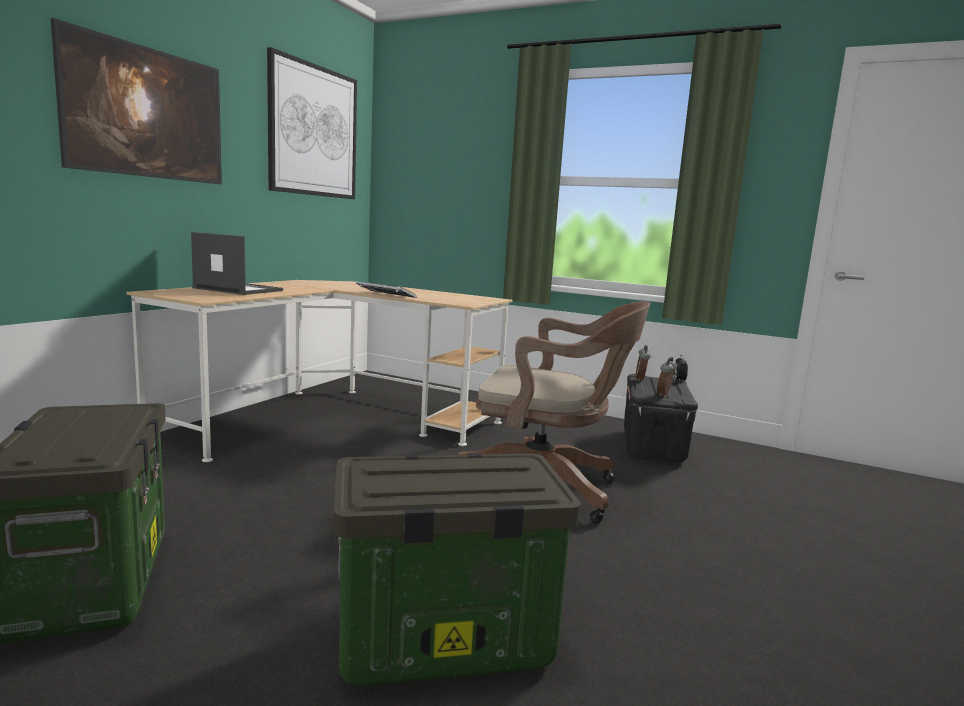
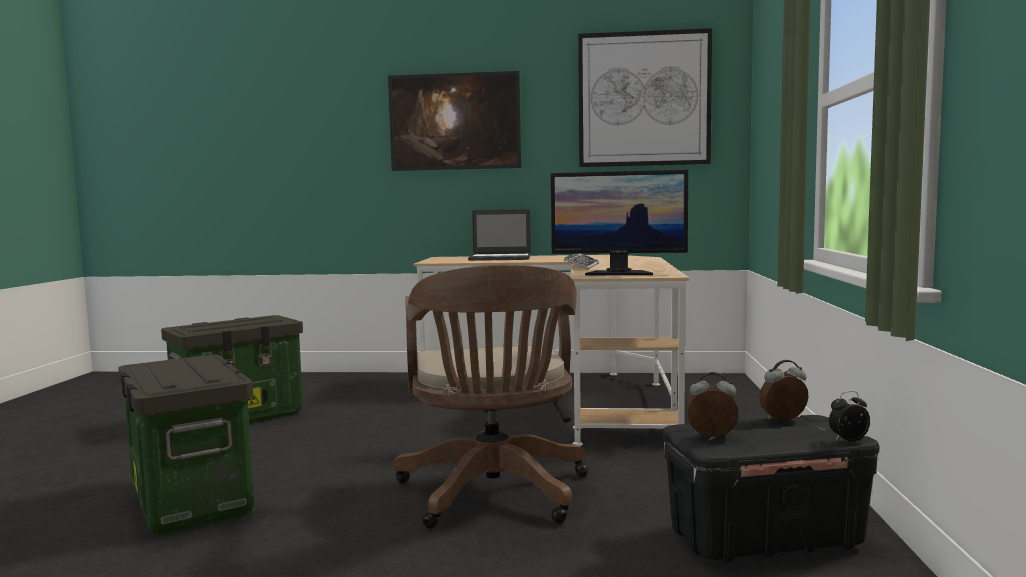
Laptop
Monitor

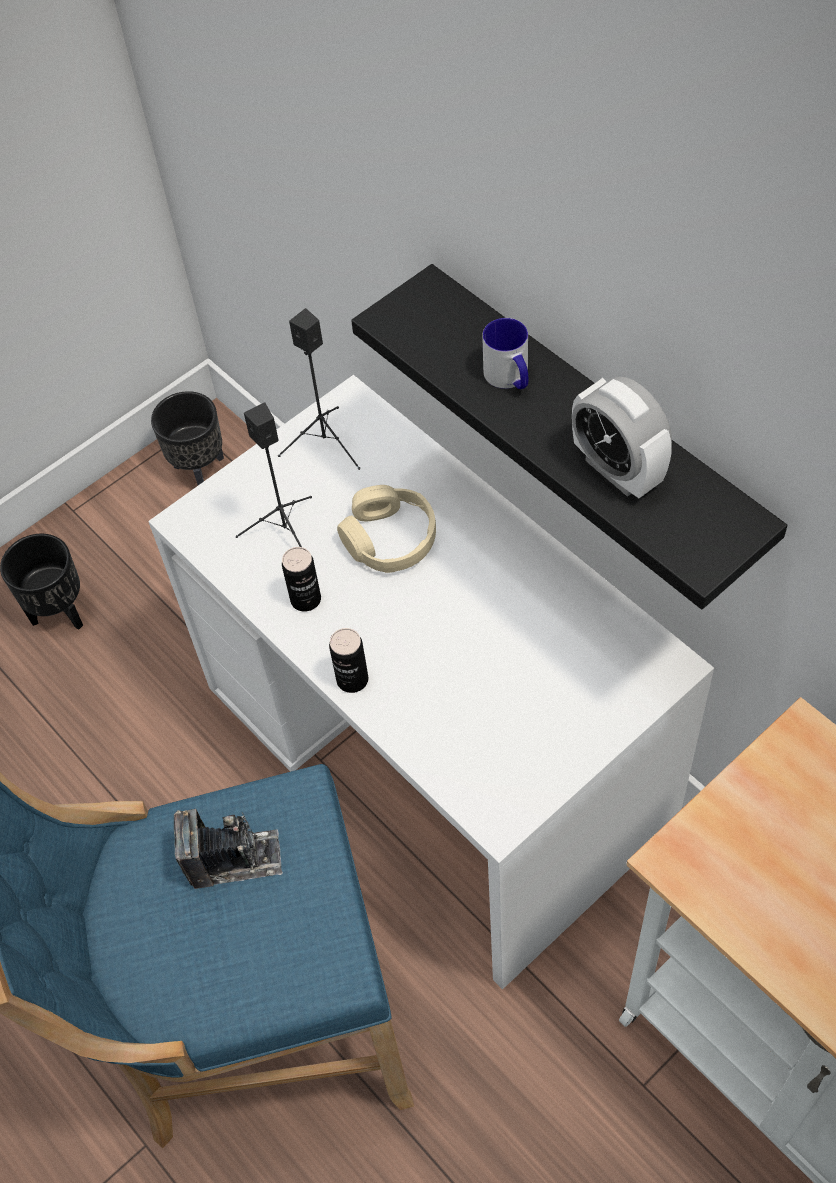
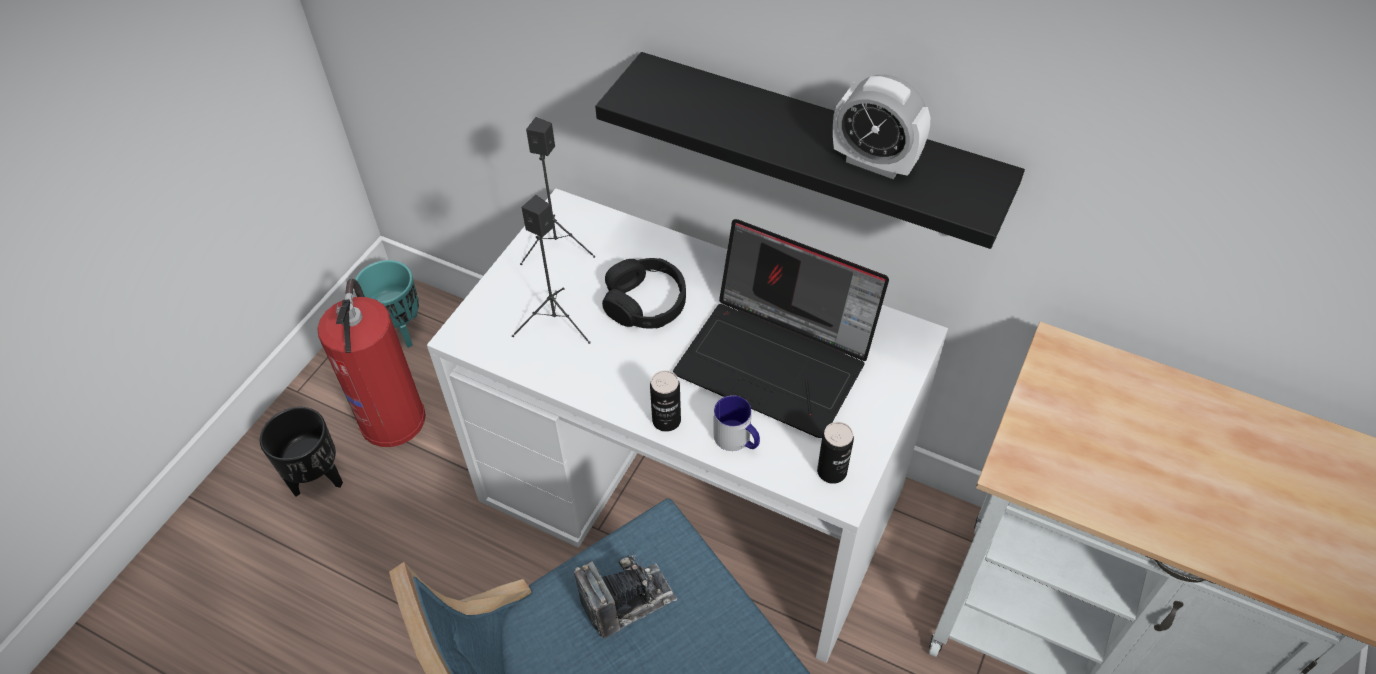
Pflanzkübel/türkis
Dose (no. 2 from left)
Kopfhörer/schwarz
Henkelbecher
Feuerlöscher
Laptop

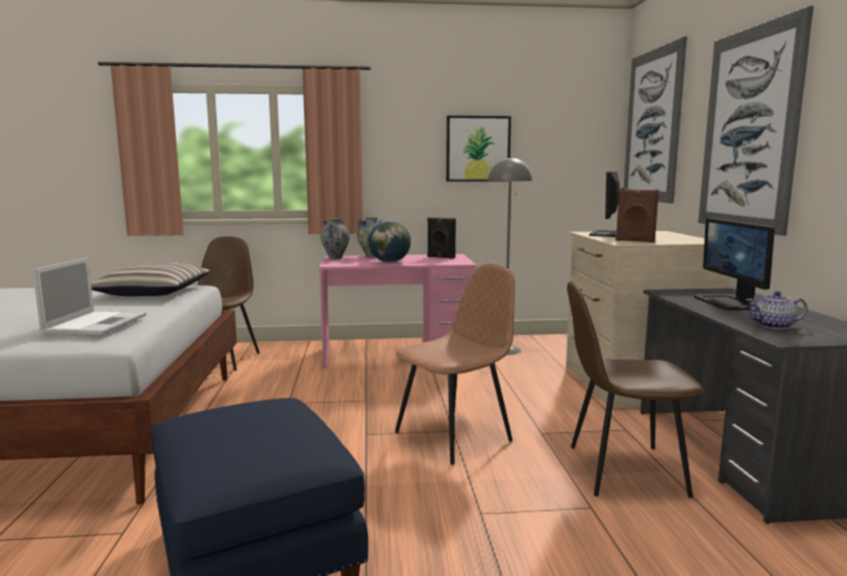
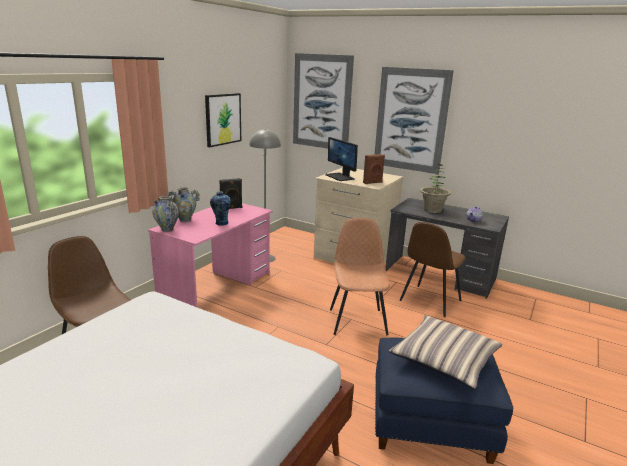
Laptop
Kissen
Vase (no. 3 from left)
Topfpflanze

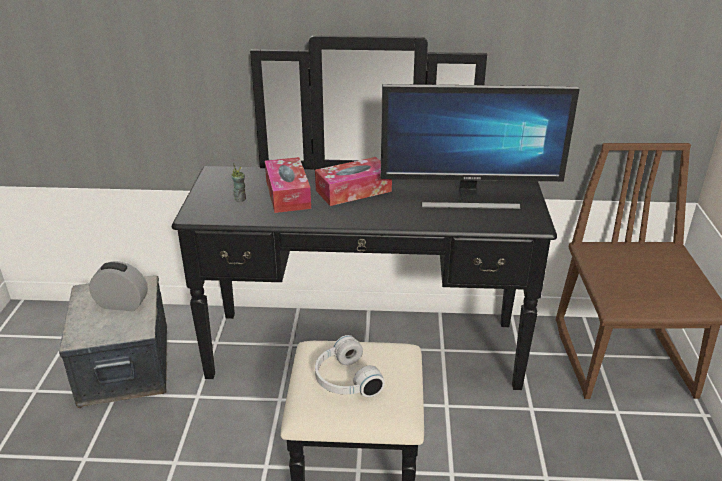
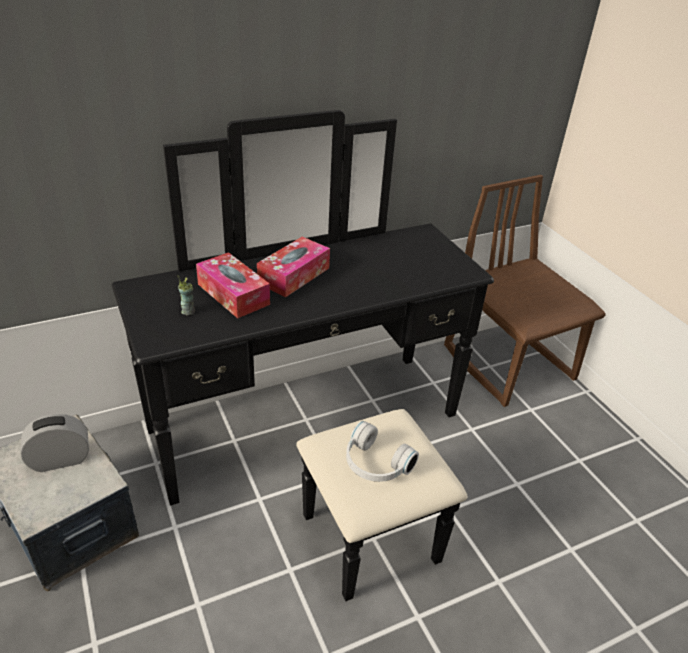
Monitor

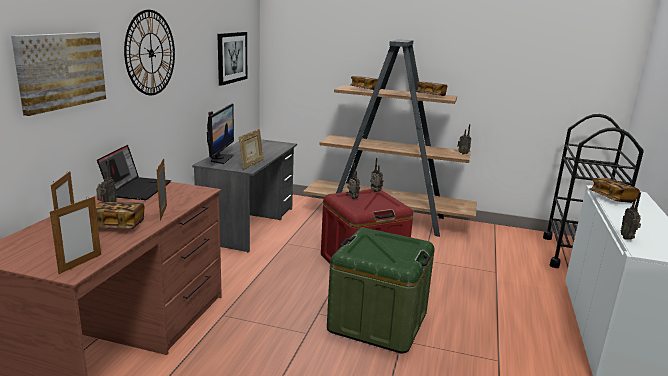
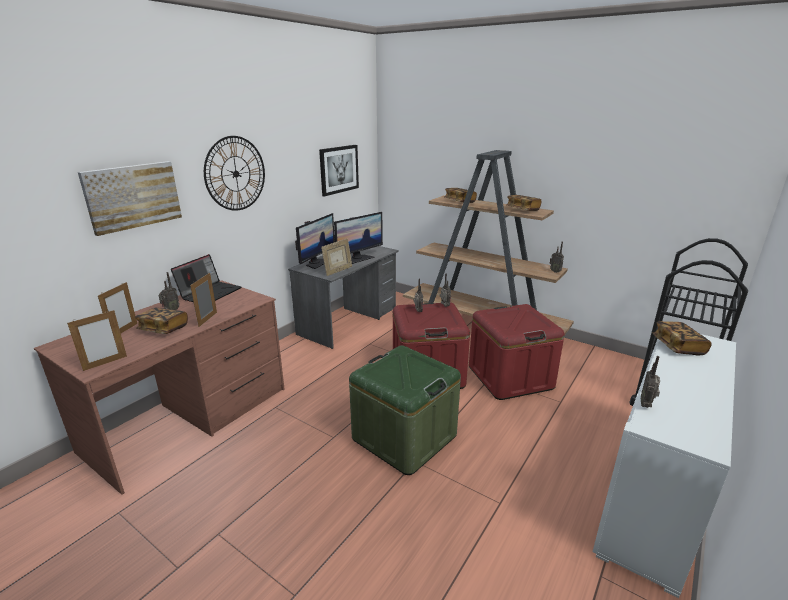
Monitor (no. 2 from left)
Aufbewahrungsbox/rot (no. 2 from left)

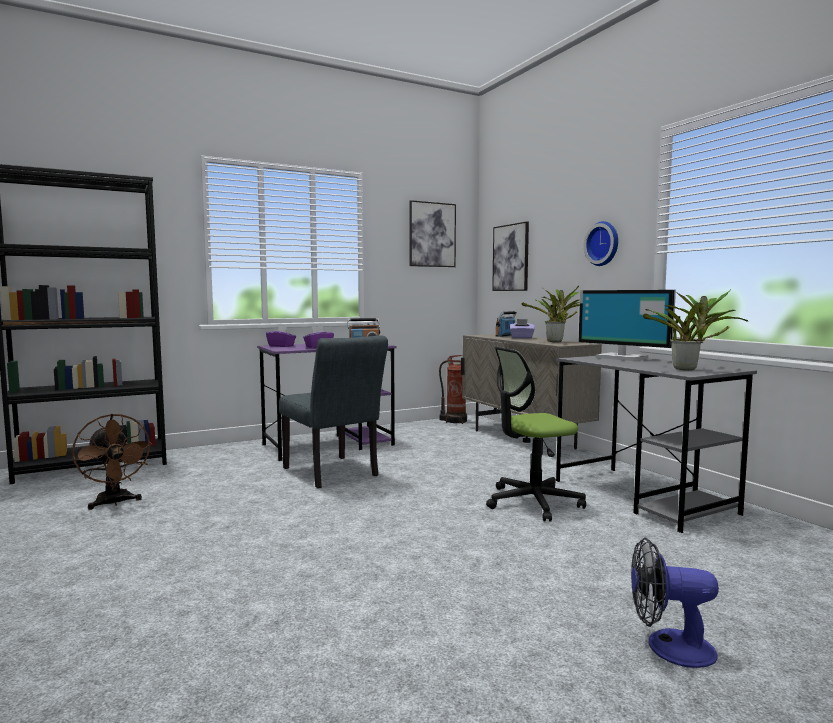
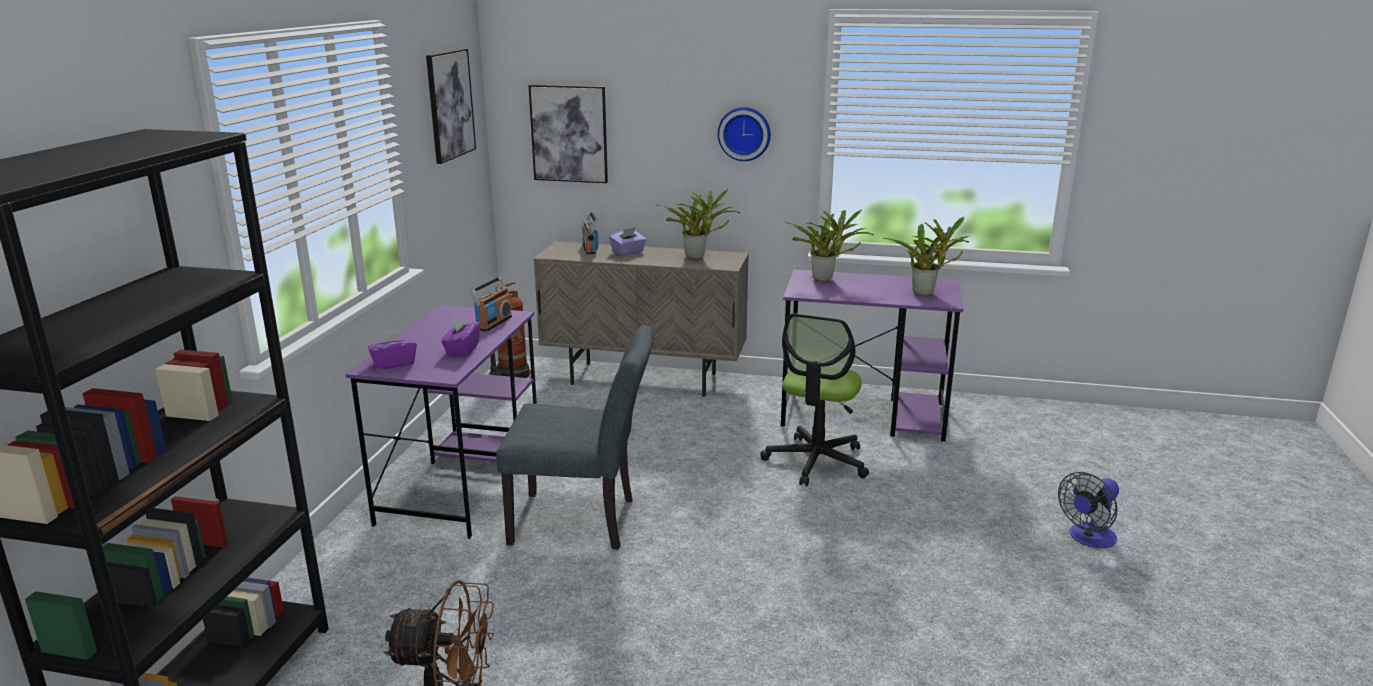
Schreibtisch/lila (no. 2 from left)
Topfpflanze (no. 2 from left)

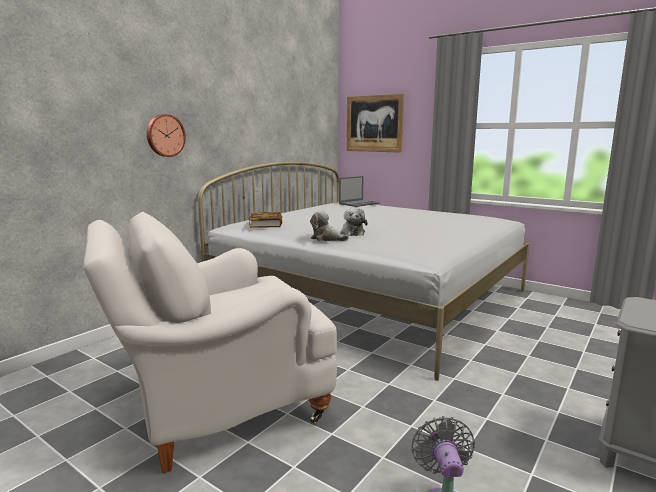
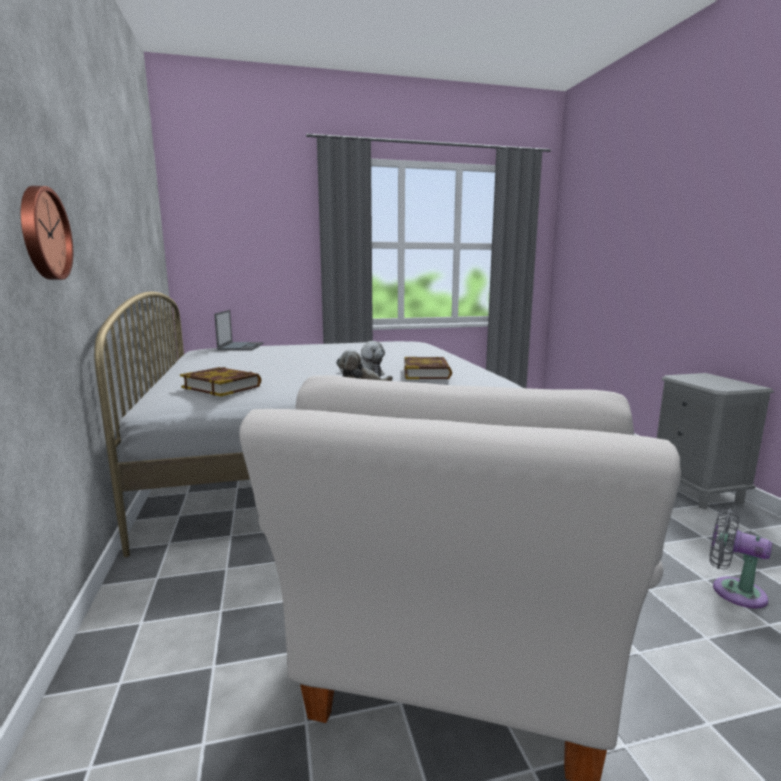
Bild
Buch (no. 2 from left)

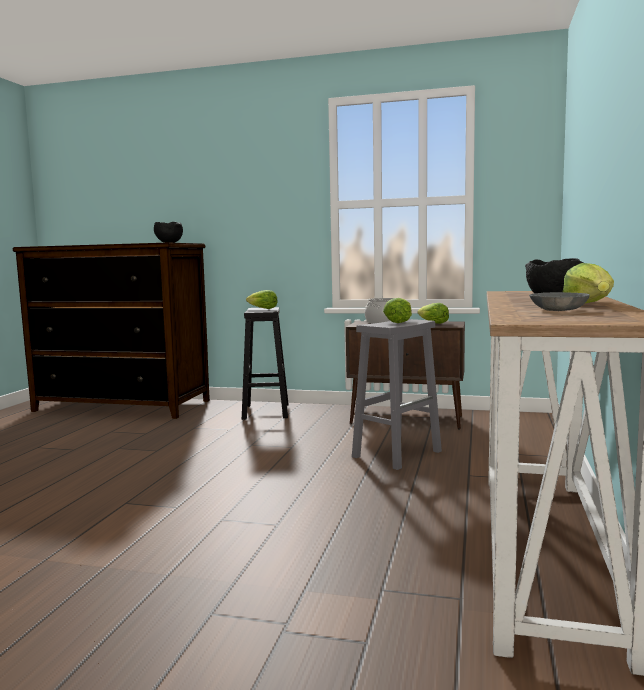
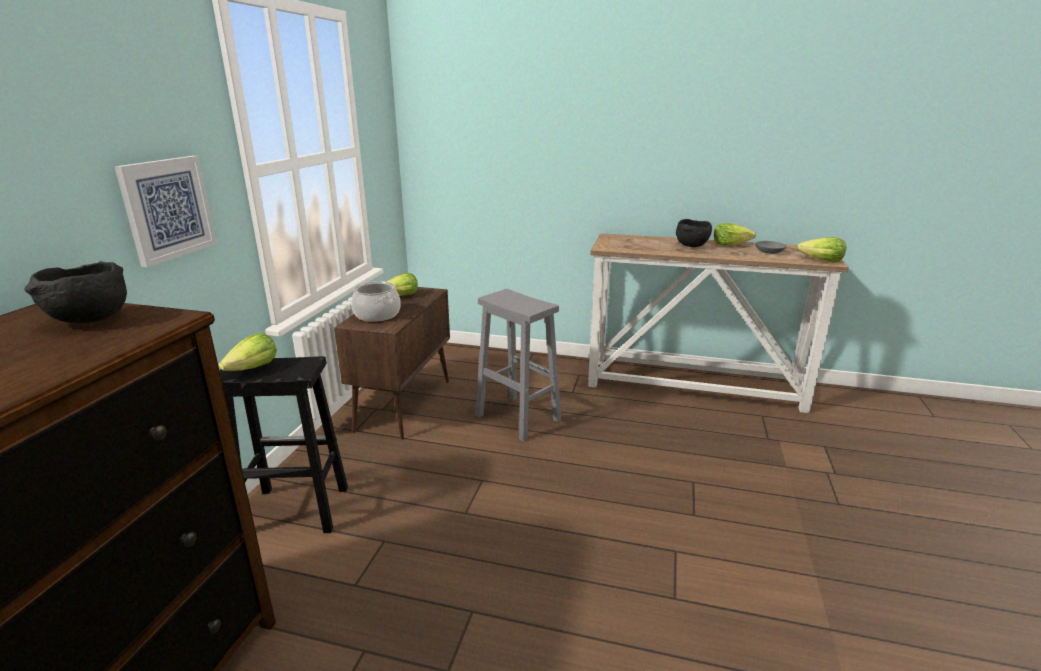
Salatkopf (no. 4 from left)
Bild

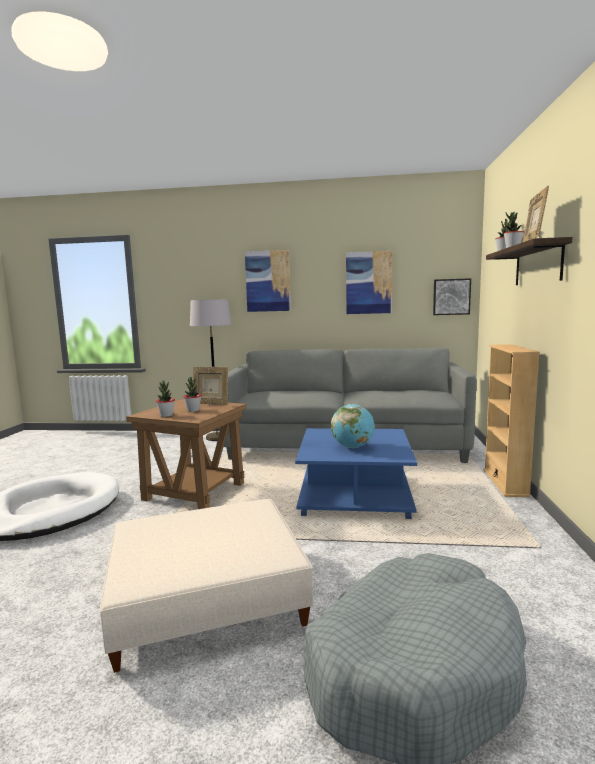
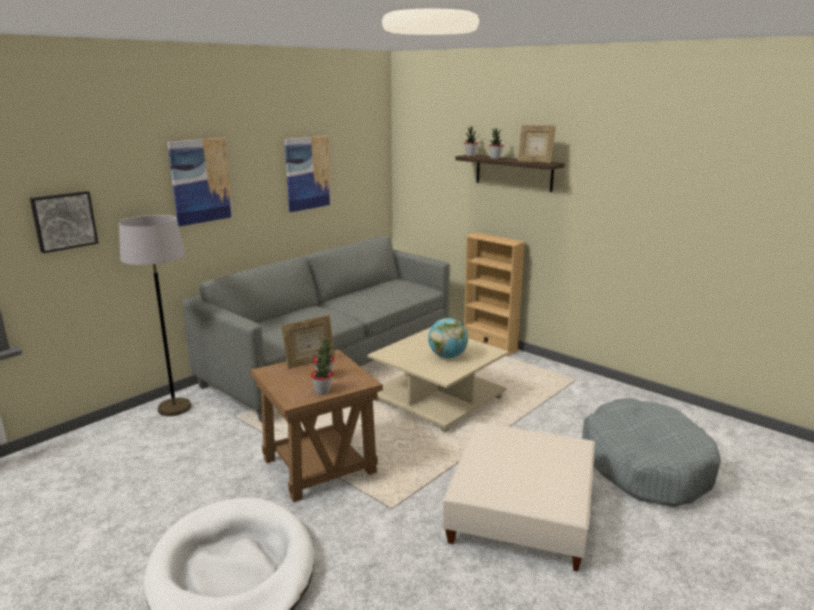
Couchtisch/beige
Bild (no. 1 from left)

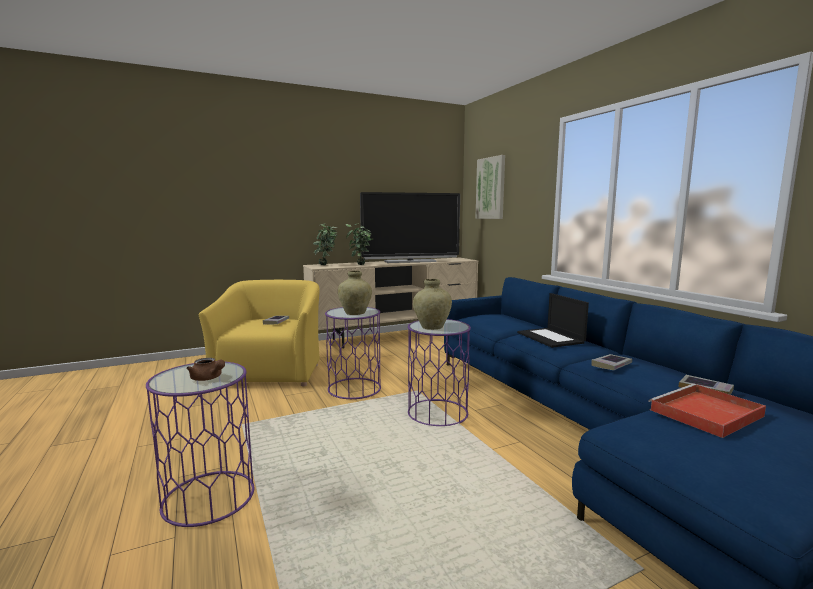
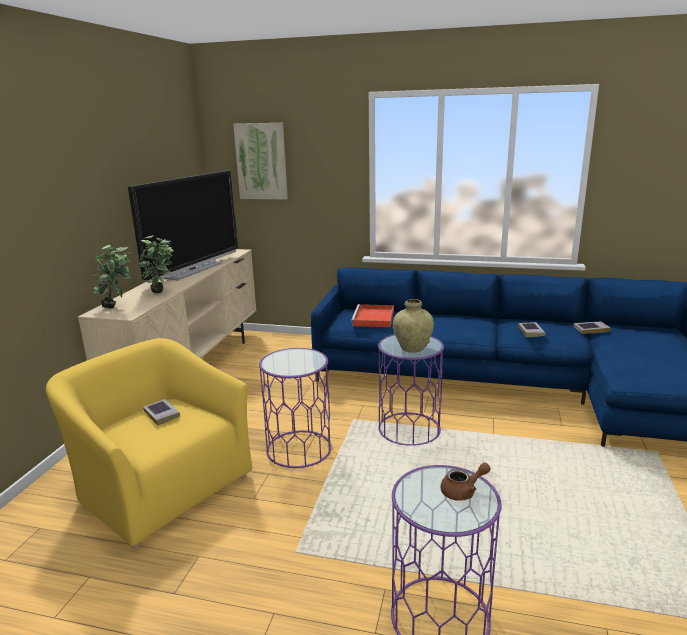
Vase/beige (no. 1 from left in the first image)
Laptop
Tablett/rot

